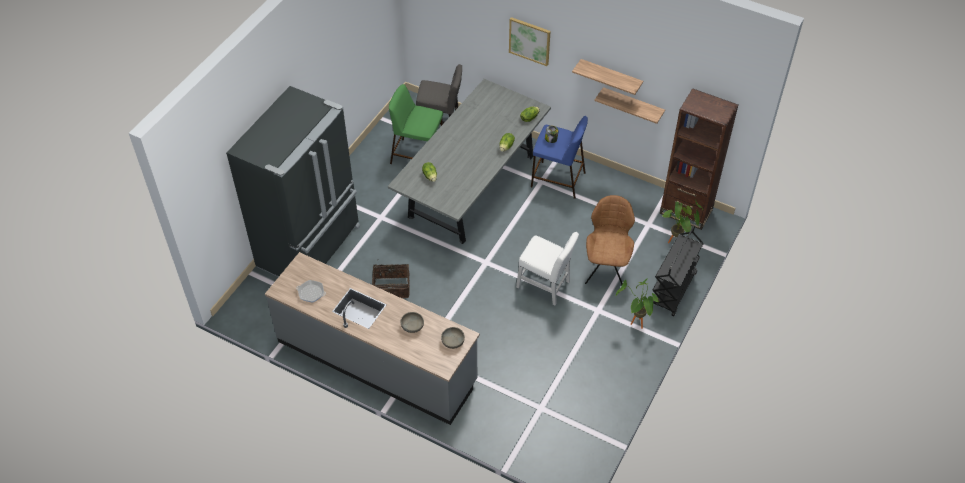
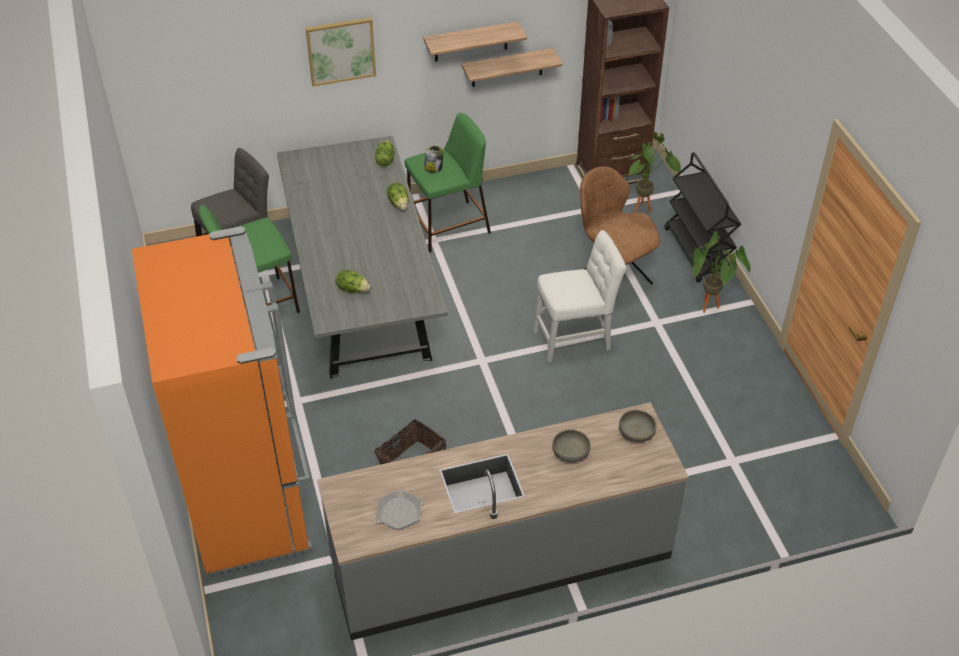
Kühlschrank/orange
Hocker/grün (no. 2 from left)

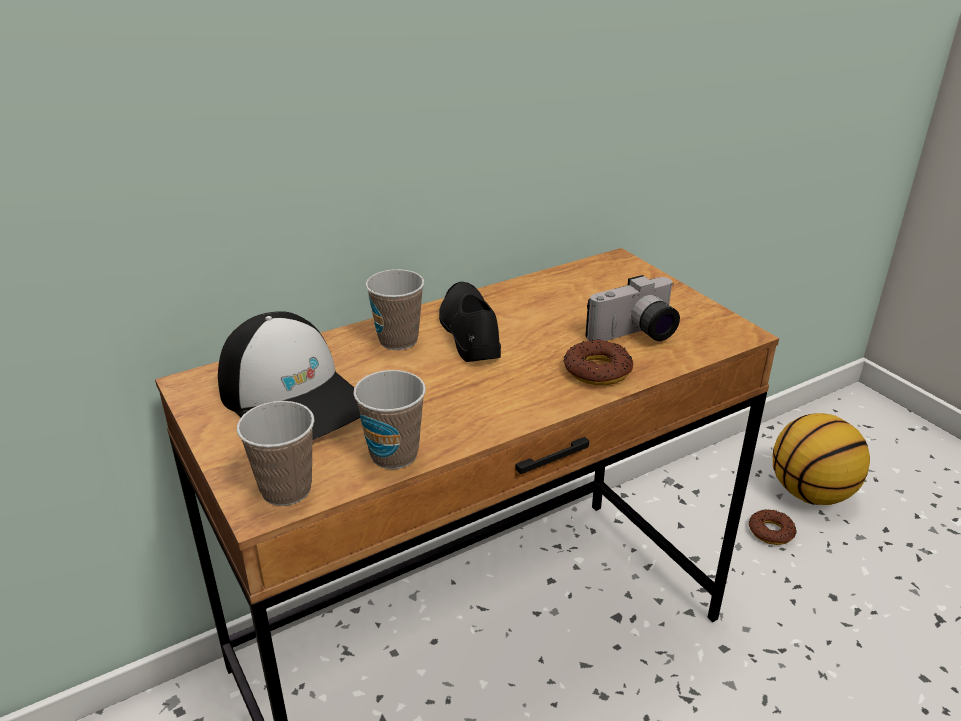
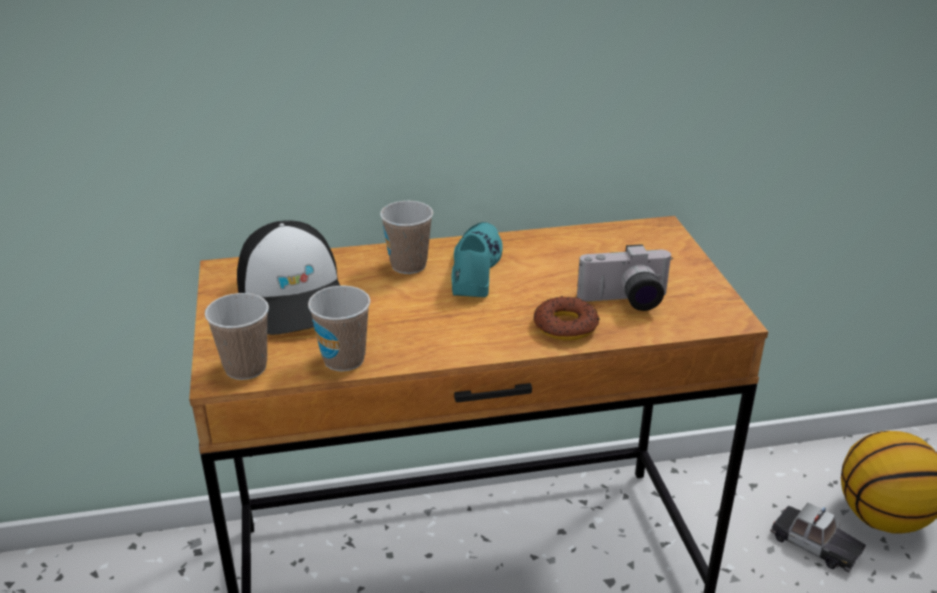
Schuh/türkis
Spielzeugauto

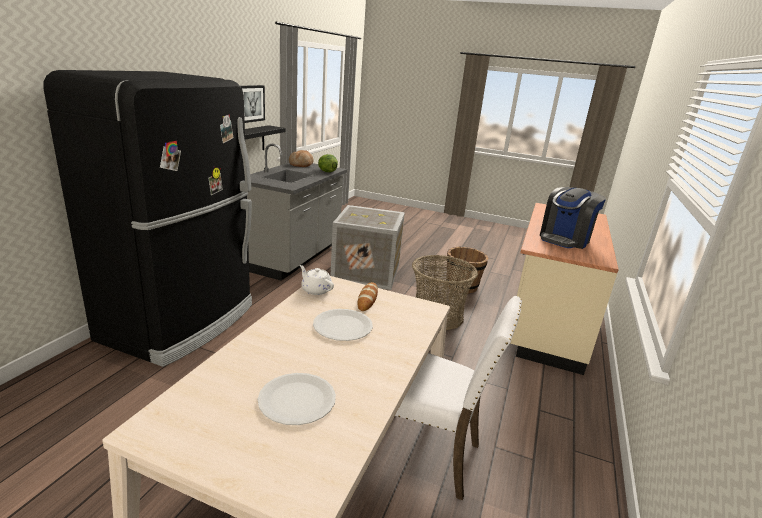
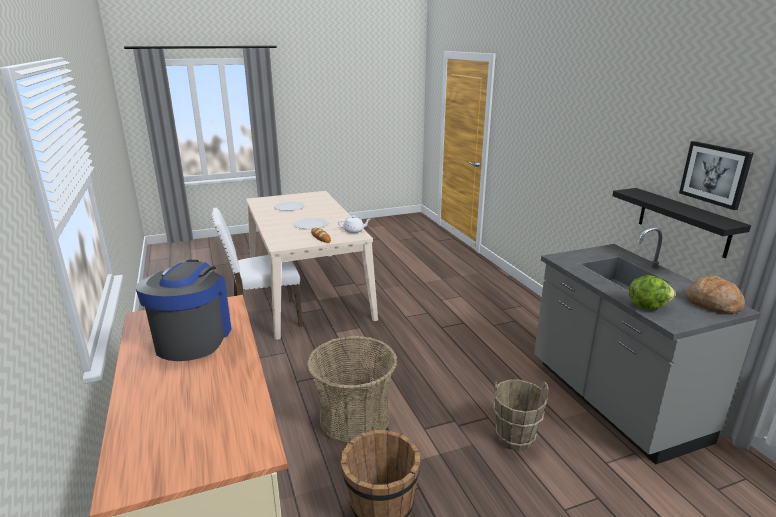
Kühlschrank/schwarz
Eimer/braun (no. 2 from left)

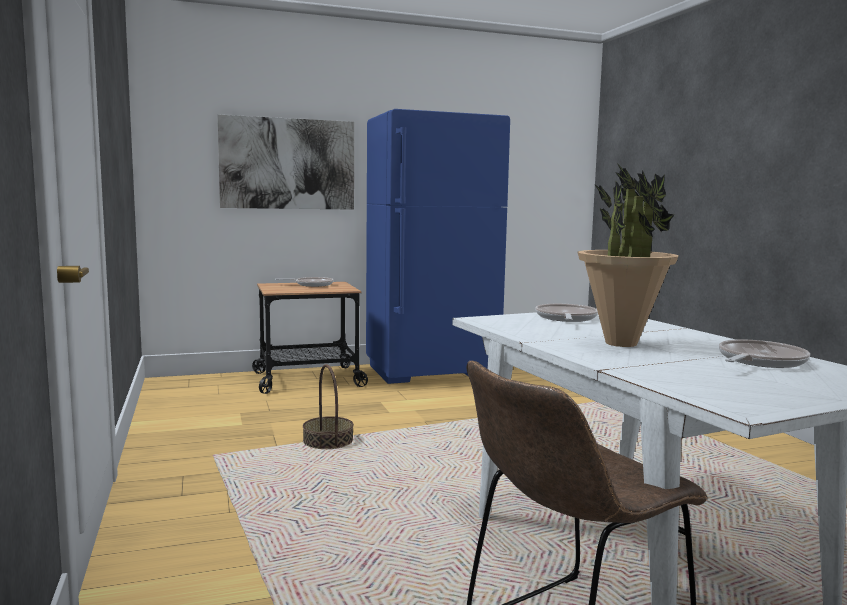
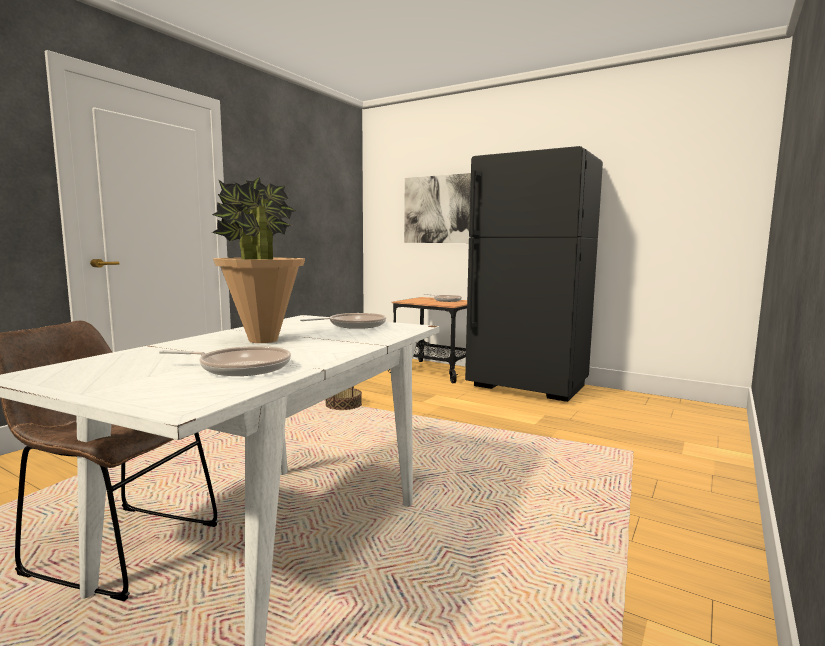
Kühlschrank/schwarz

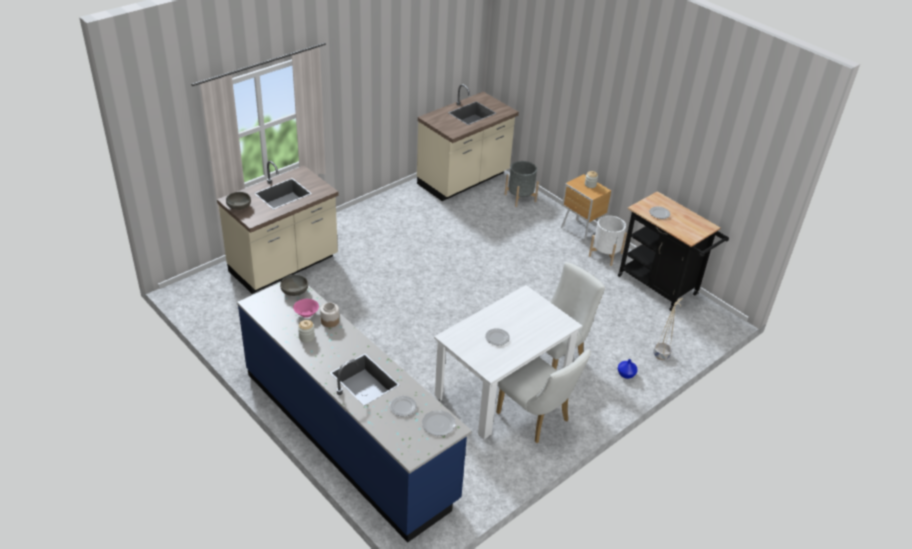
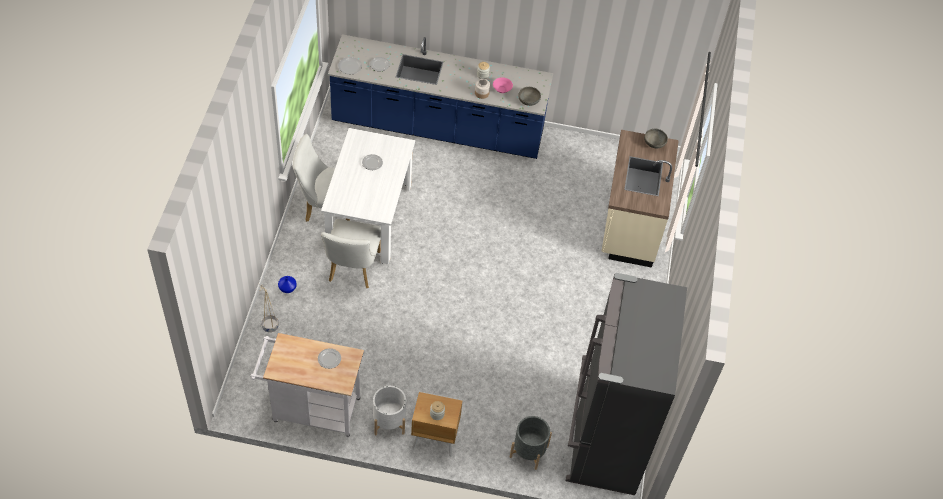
Kühlschrank/grau
Rollwagen/weiß

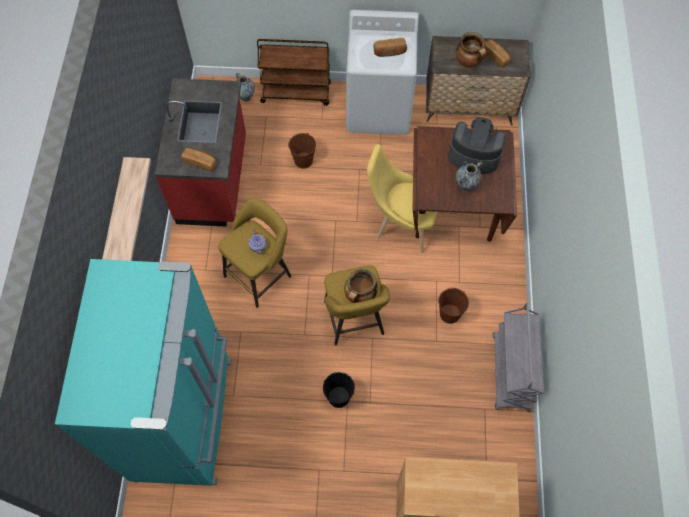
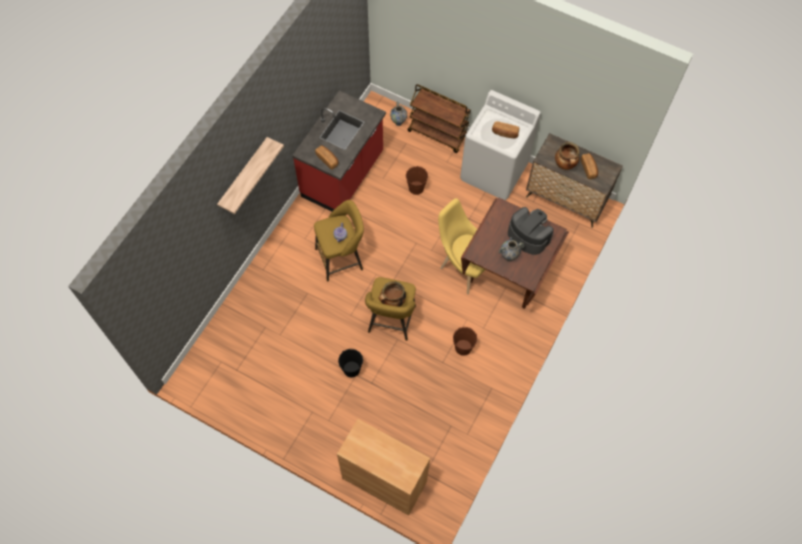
Kühlschrank/türkis
Rollwagen/grau

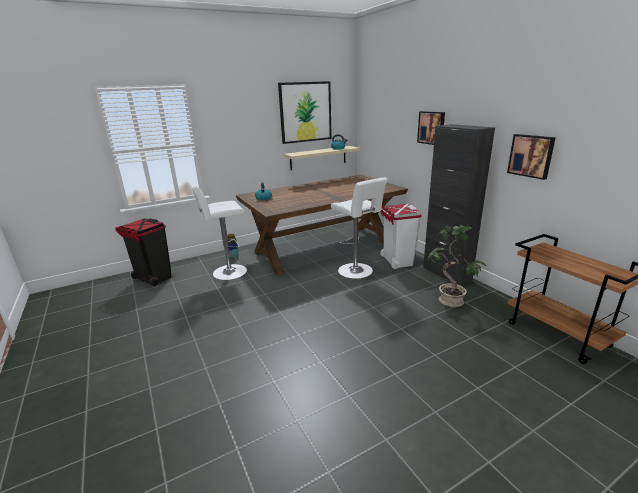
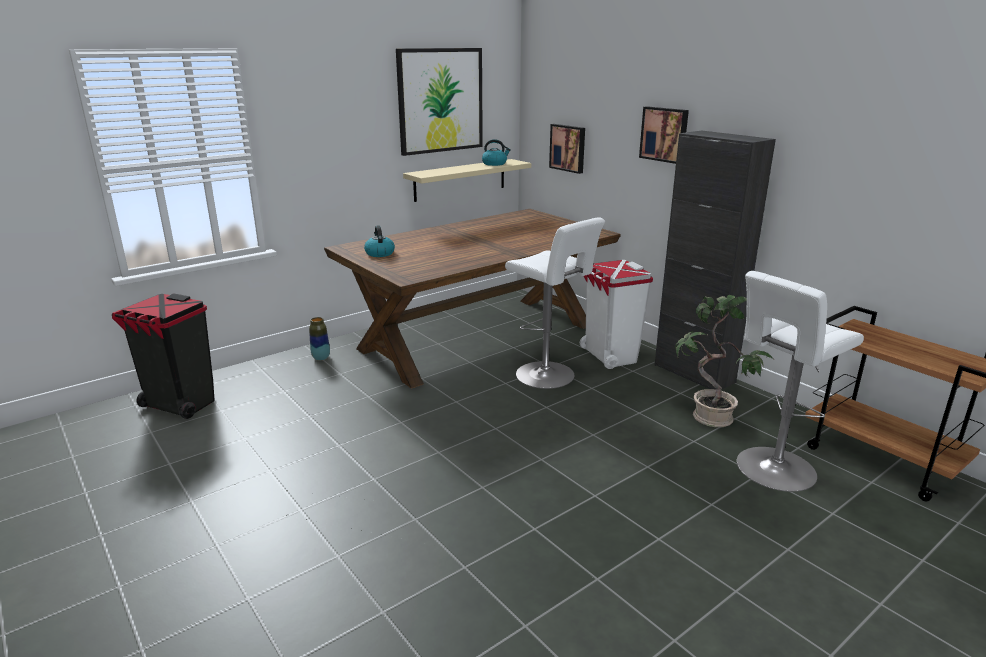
Hocker/weiß (no. 2 from left)
Bild (no. 2 from left)

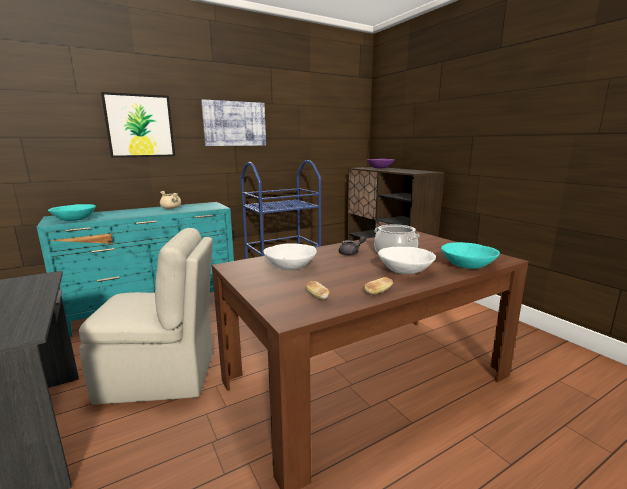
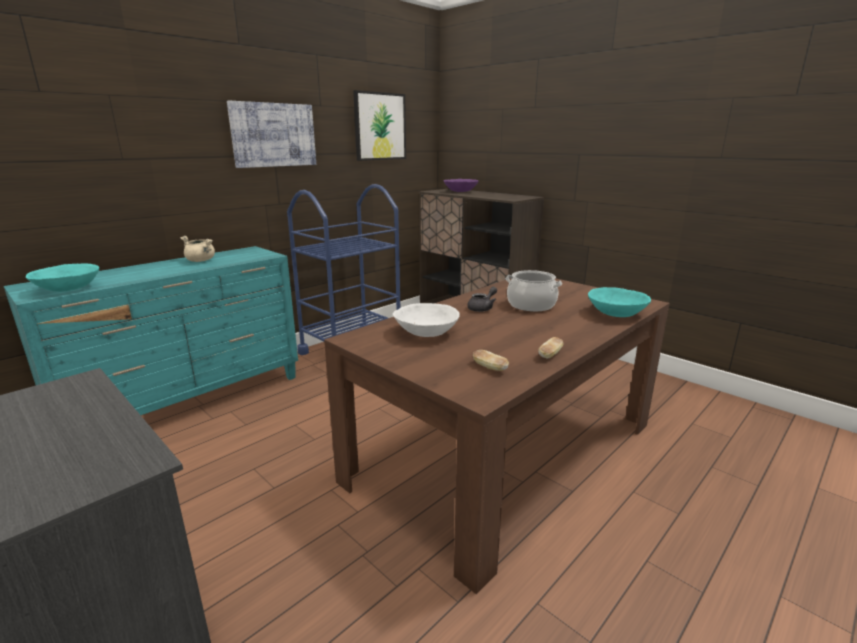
Stuhl/beige
Bild (no. 2 from left)
Schüssel/weiß (no. 2 from left in the first image)

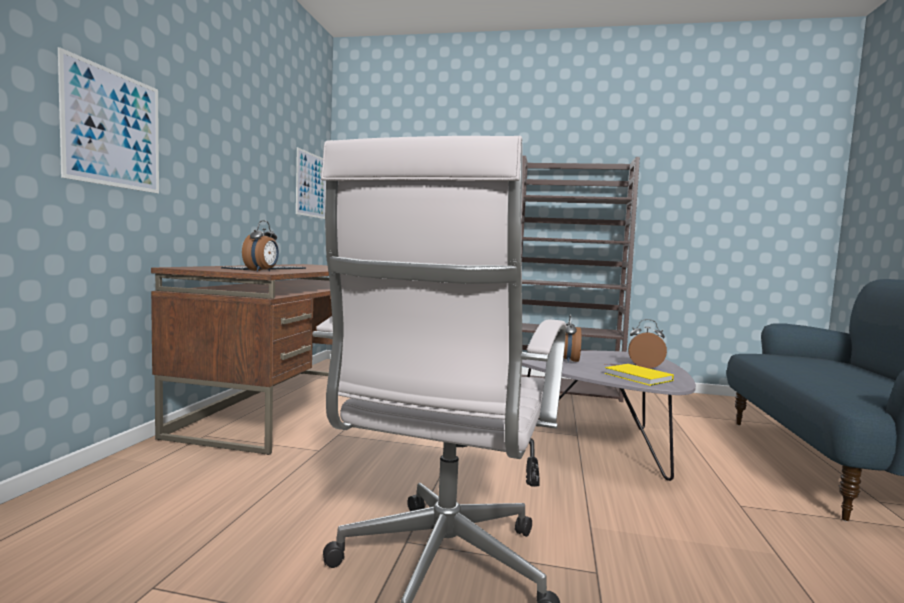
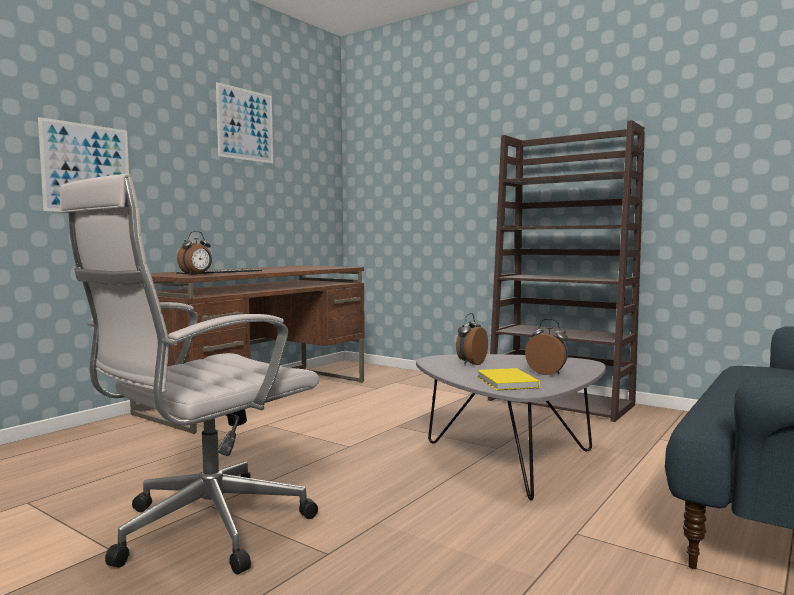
Bild (no. 2 from left)

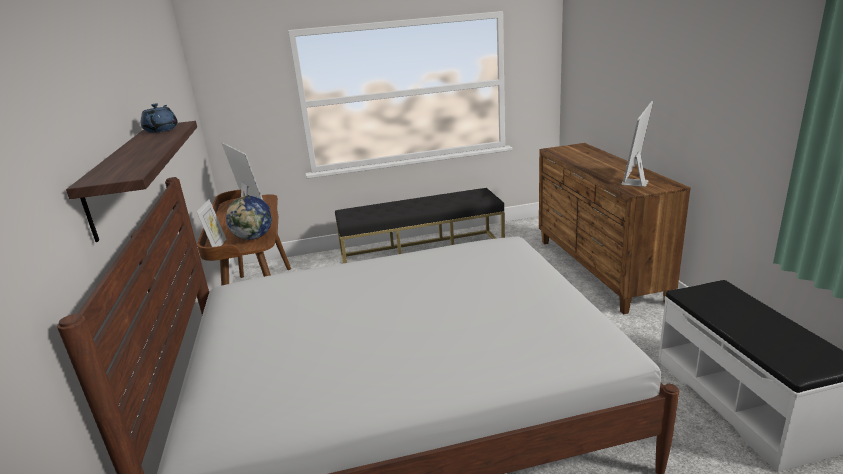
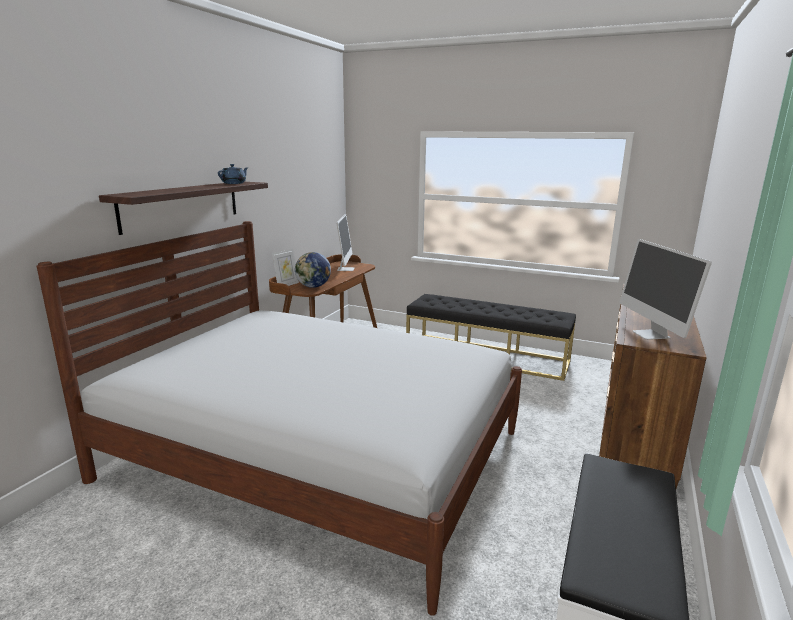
Monitor (no. 2 from left)

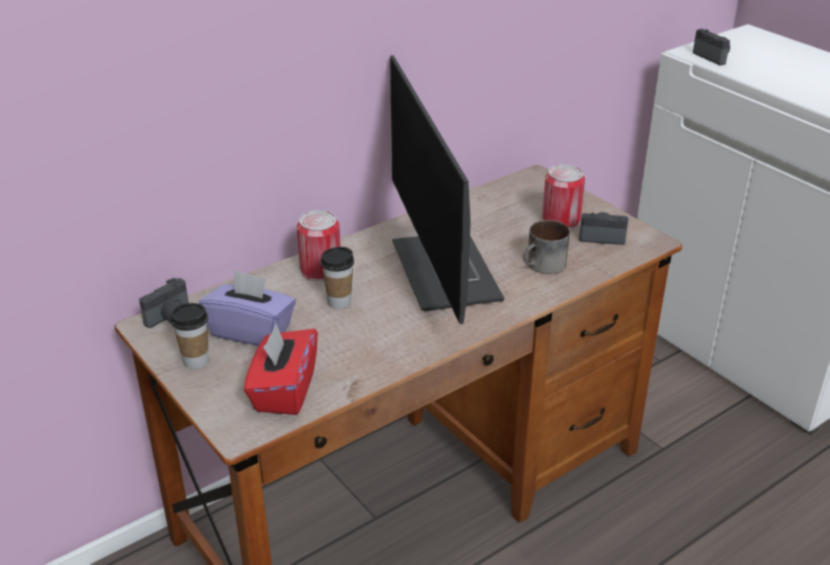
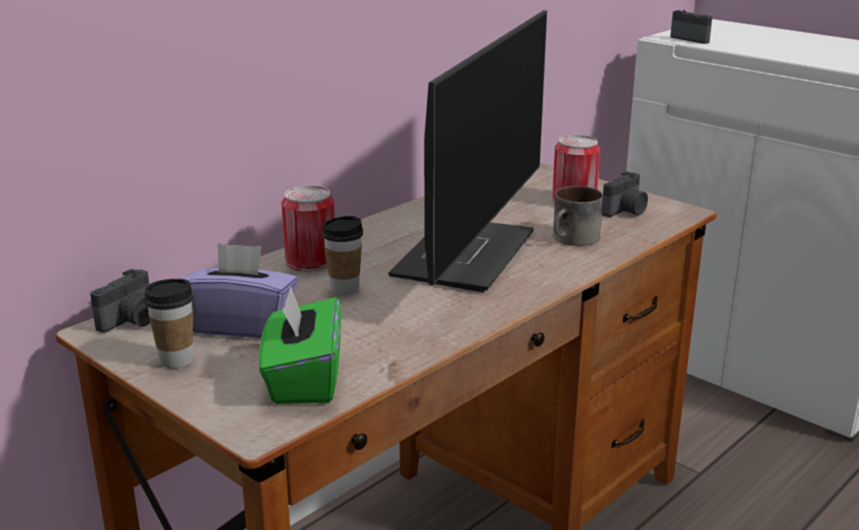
Taschentuchbox/grün
Monitor
Kamera (no. 2 from left)

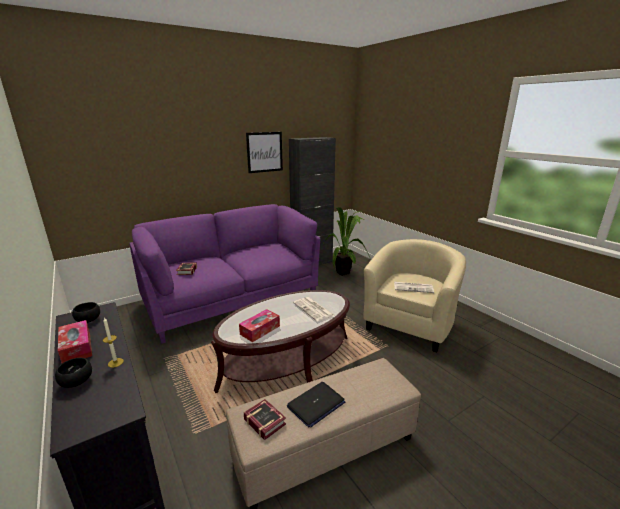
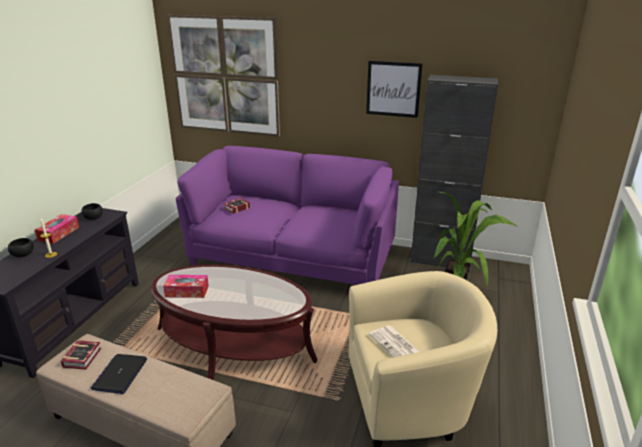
Laptop
Zeitung (no. 1 from left in the first image)
Bild (no. 1 from left)

